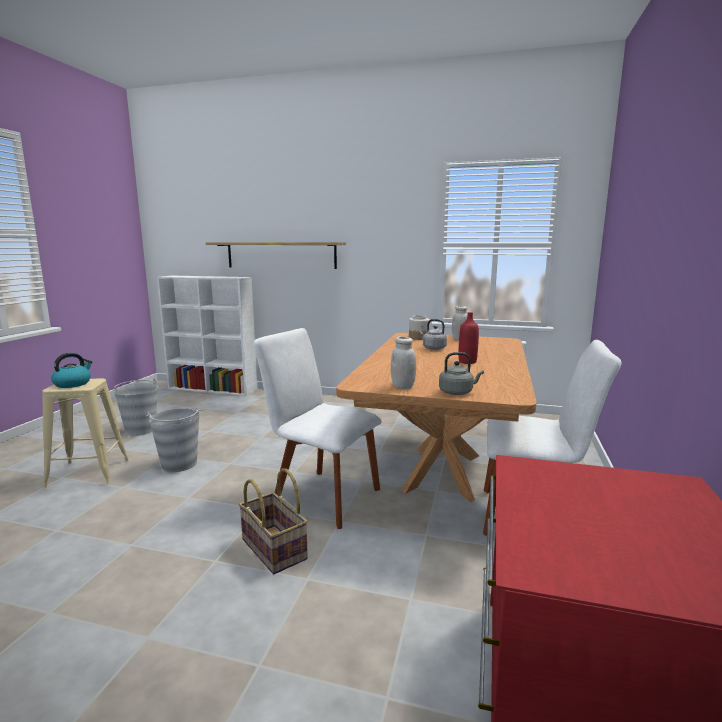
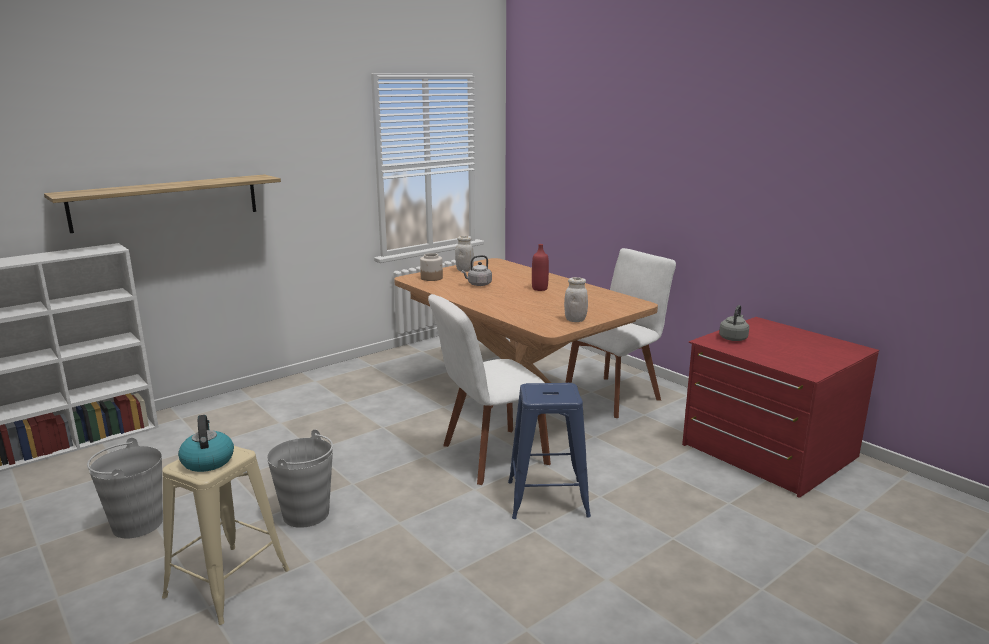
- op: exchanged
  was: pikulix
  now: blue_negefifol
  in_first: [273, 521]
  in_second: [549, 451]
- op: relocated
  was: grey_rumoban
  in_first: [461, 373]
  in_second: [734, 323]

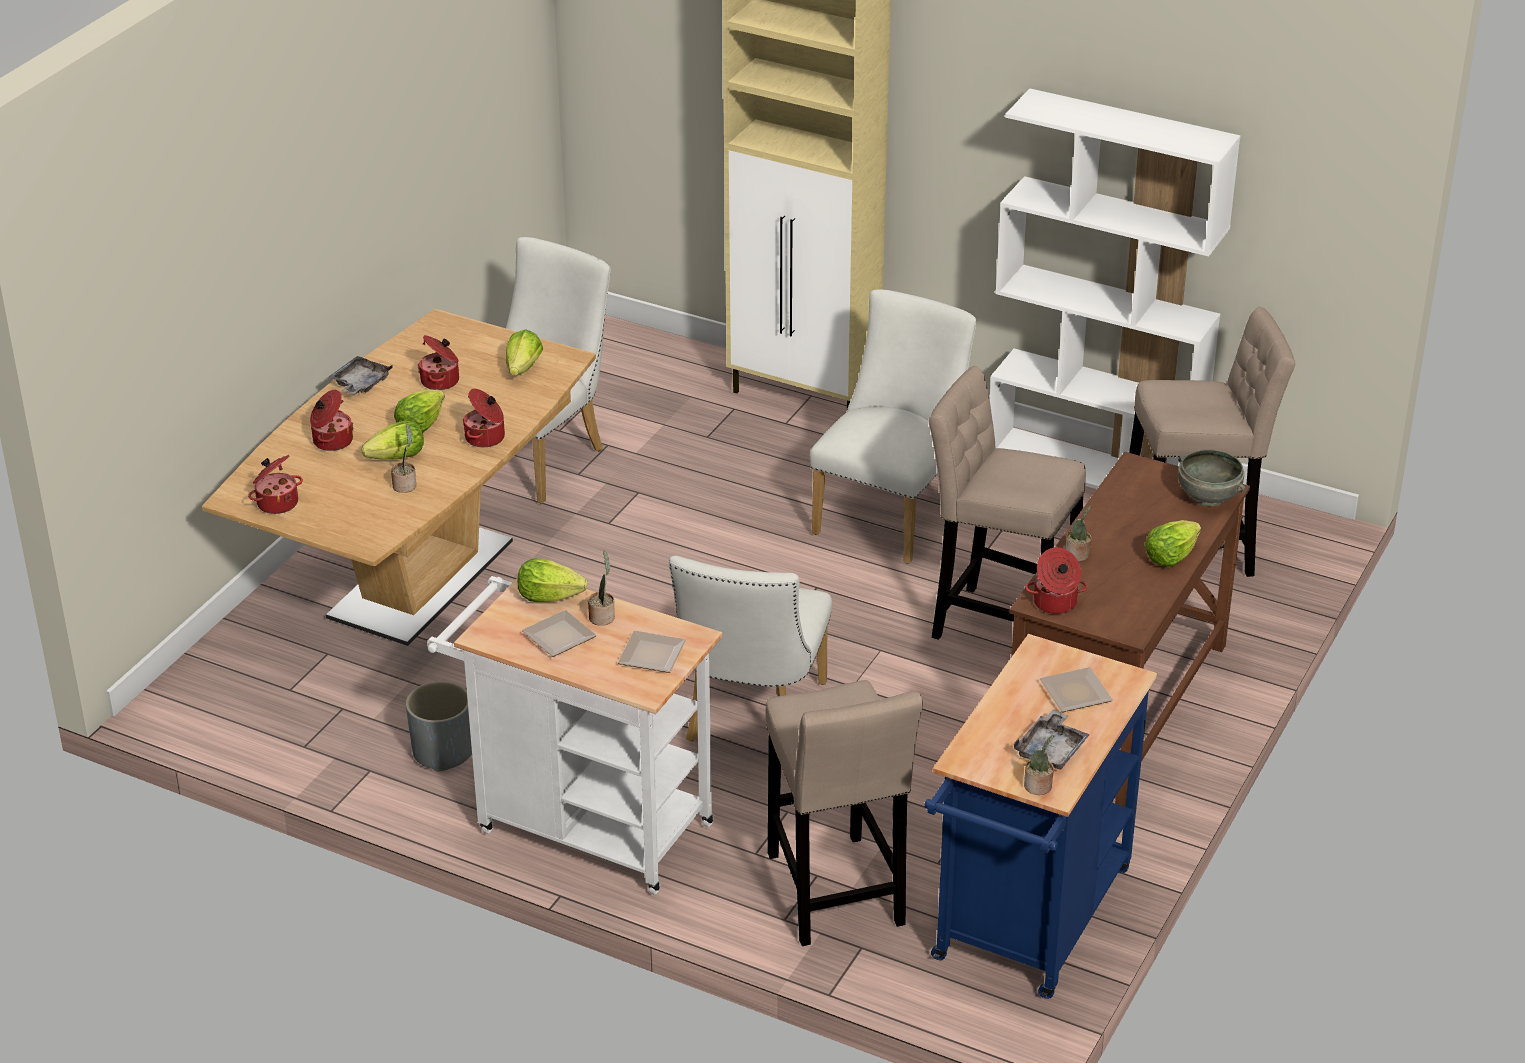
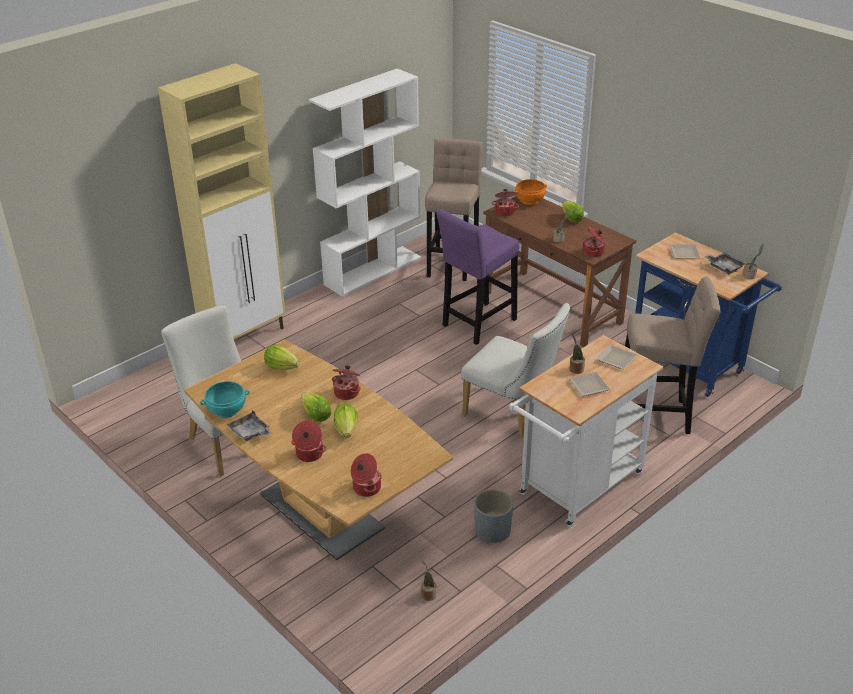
- op: appeared
  now: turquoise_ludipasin
  in_second: [225, 399]
- op: relocated
  was: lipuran
  in_first: [403, 458]
  in_second: [429, 580]
- op: colour
  was: beige_negefifol
  now: purple_negefifol
  in_first: [1007, 503]
  in_second: [478, 277]
- op: relocated
  was: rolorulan
  in_first: [438, 362]
  in_second: [505, 203]
- op: colour
  was: grey_ludipasin
  now: orange_ludipasin
  in_first: [1211, 478]
  in_second: [531, 192]
- op: missing
  was: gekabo
  in_first: [552, 580]
- op: missing
  was: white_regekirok
  in_first: [893, 426]

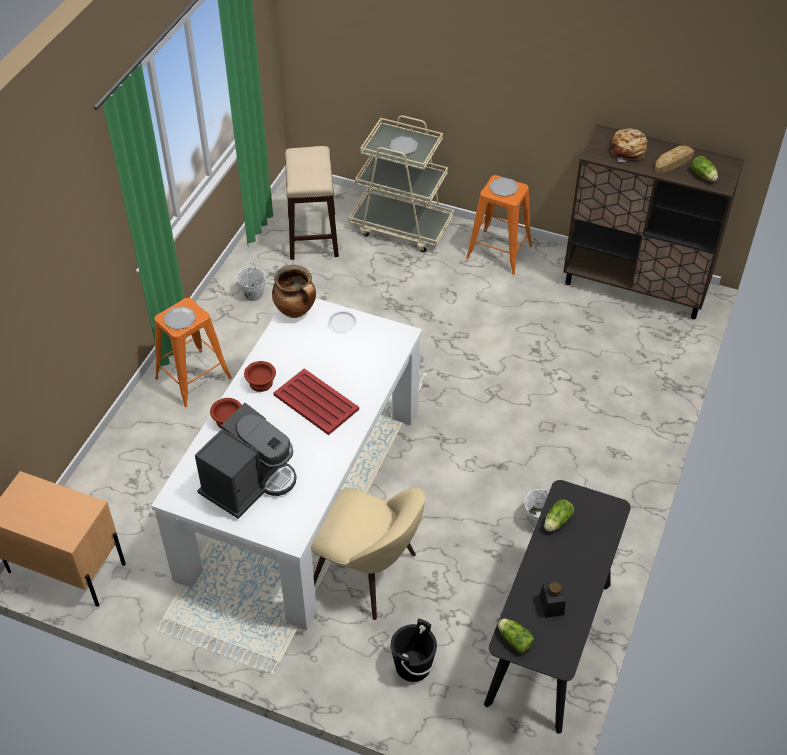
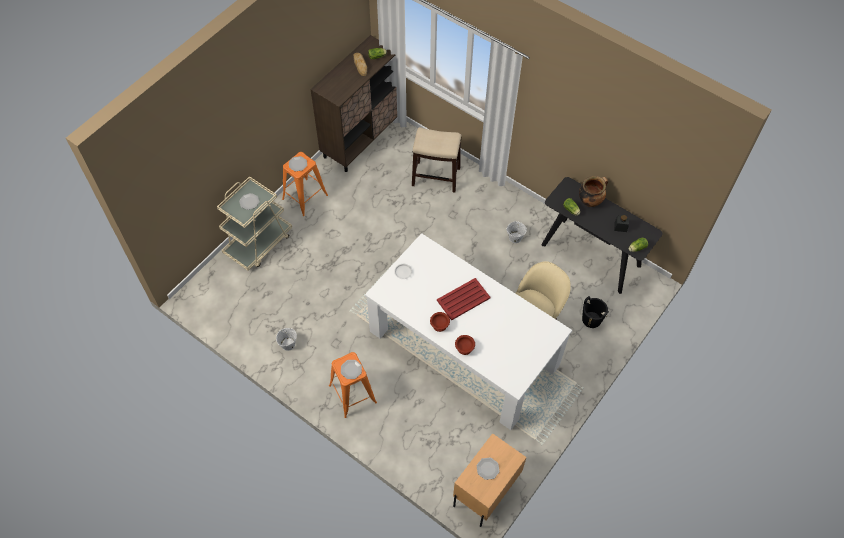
- op: relocated
  was: negefifol
  in_first: [312, 203]
  in_second: [437, 160]
- op: appeared
  now: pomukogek
  in_second: [488, 469]
- op: relocated
  was: rolorulan
  in_first: [294, 291]
  in_second: [593, 191]
- op: missing
  was: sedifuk
  in_first: [245, 461]
- op: missing
  was: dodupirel
  in_first: [629, 145]

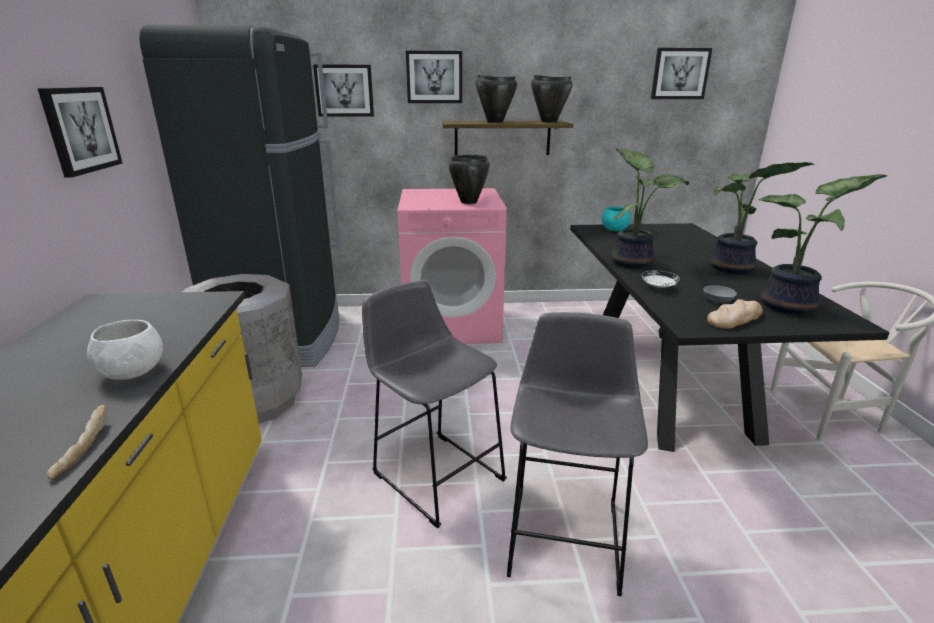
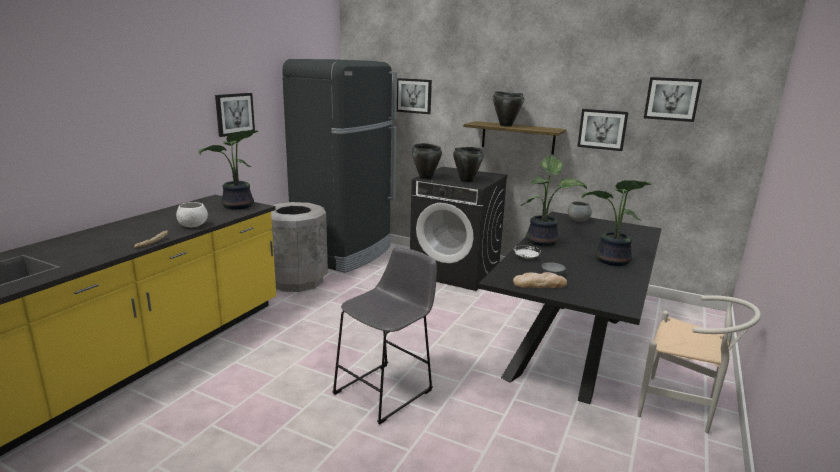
- op: relocated
  was: lipuran
  in_first: [823, 244]
  in_second: [228, 169]
- op: colour
  was: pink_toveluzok
  now: black_toveluzok
  in_first: [452, 266]
  in_second: [459, 229]
- op: relocated
  was: black_rolorulan
  in_first: [552, 98]
  in_second: [427, 161]
- op: colour
  was: turquoise_ludipasin
  now: grey_ludipasin
  in_first: [616, 219]
  in_second: [580, 211]
- op: relocated
  was: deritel
  in_first: [434, 77]
  in_second: [602, 130]
- op: missing
  was: grey_negefifol
  in_first: [434, 404]

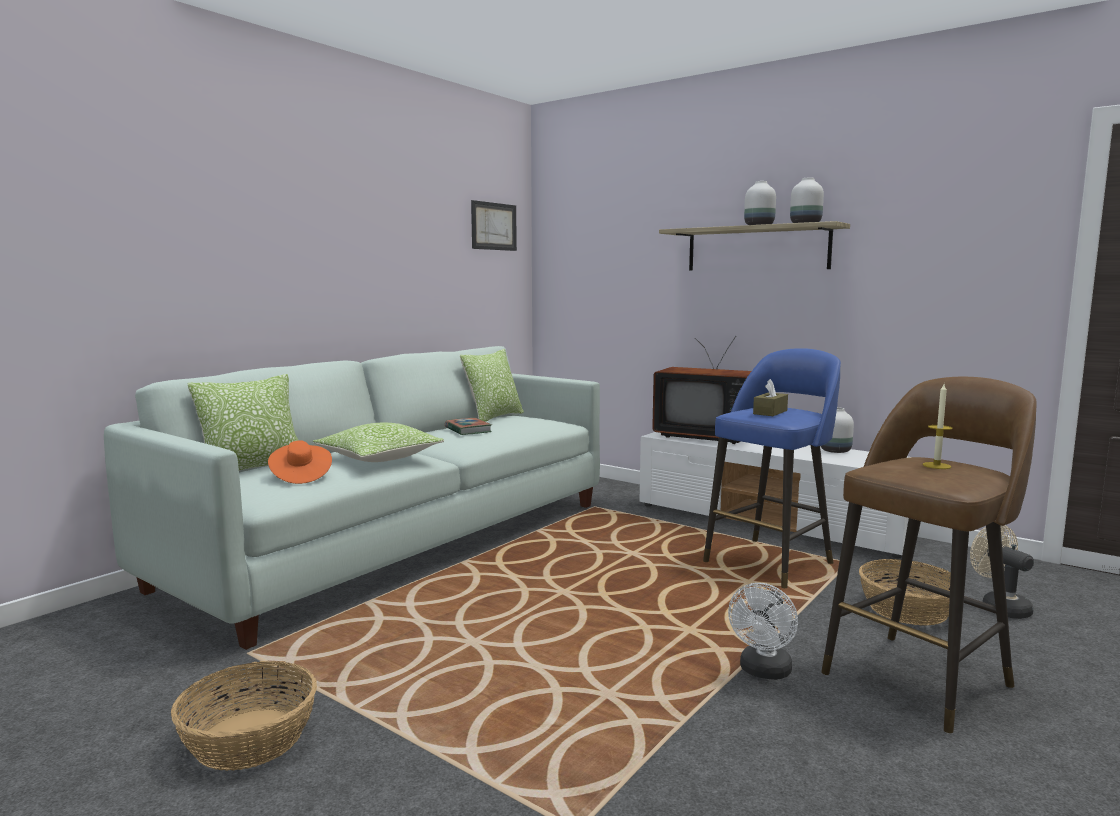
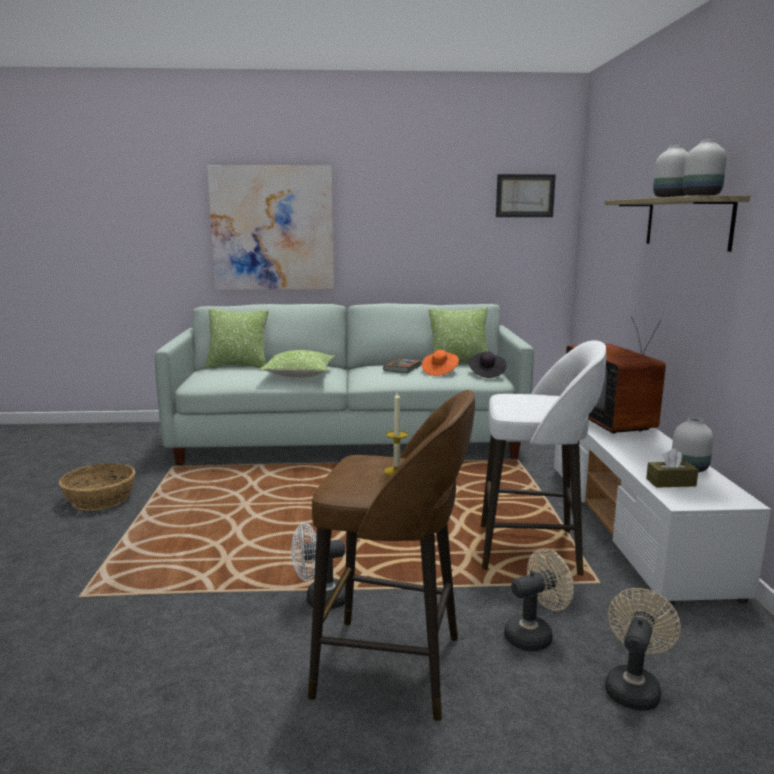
- op: appeared
  now: deritel
  in_second: [270, 227]
- op: relocated
  was: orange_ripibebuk
  in_first: [300, 462]
  in_second: [440, 363]
- op: appeared
  now: black_ripibebuk
  in_second: [488, 364]
- op: colour
  was: blue_negefifol
  now: white_negefifol
  in_first: [772, 468]
  in_second: [543, 458]
- op: exchanged
  was: pikulix
  now: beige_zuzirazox
  in_first: [905, 592]
  in_second: [539, 599]
- op: relocated
  was: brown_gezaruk
  in_first: [770, 397]
  in_second: [672, 468]

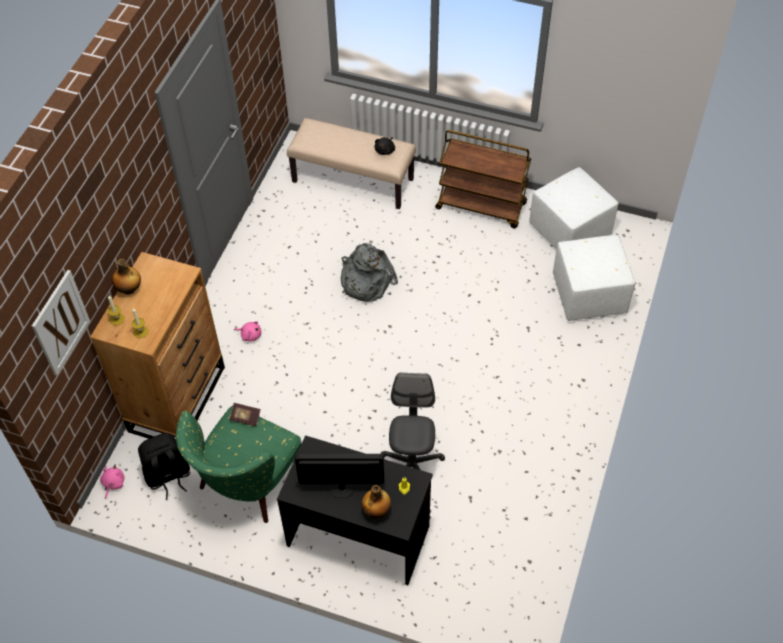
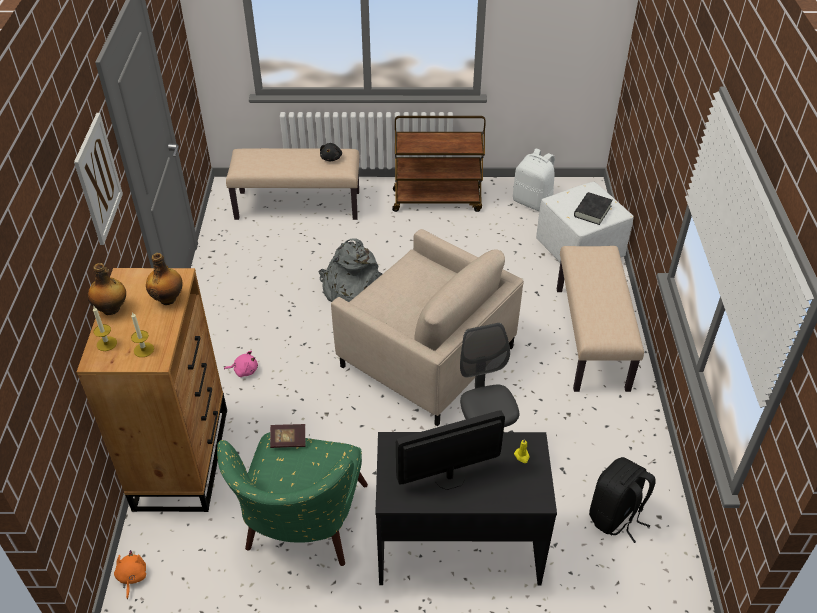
- op: relocated
  was: deritel
  in_first: [61, 323]
  in_second: [98, 179]
- op: colour
  was: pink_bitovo
  now: orange_bitovo
  in_first: [112, 482]
  in_second: [130, 574]
- op: relocated
  was: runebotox
  in_first: [376, 501]
  in_second: [164, 279]
- op: appeared
  now: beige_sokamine
  in_second: [427, 327]
- op: exchanged
  was: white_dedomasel
  now: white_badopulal
  in_first: [574, 208]
  in_second: [534, 180]
- op: appeared
  now: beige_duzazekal
  in_second: [600, 319]
- op: appeared
  now: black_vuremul
  in_second: [593, 208]
- op: relocated
  was: black_badopulal
  in_first: [164, 466]
  in_second: [622, 500]

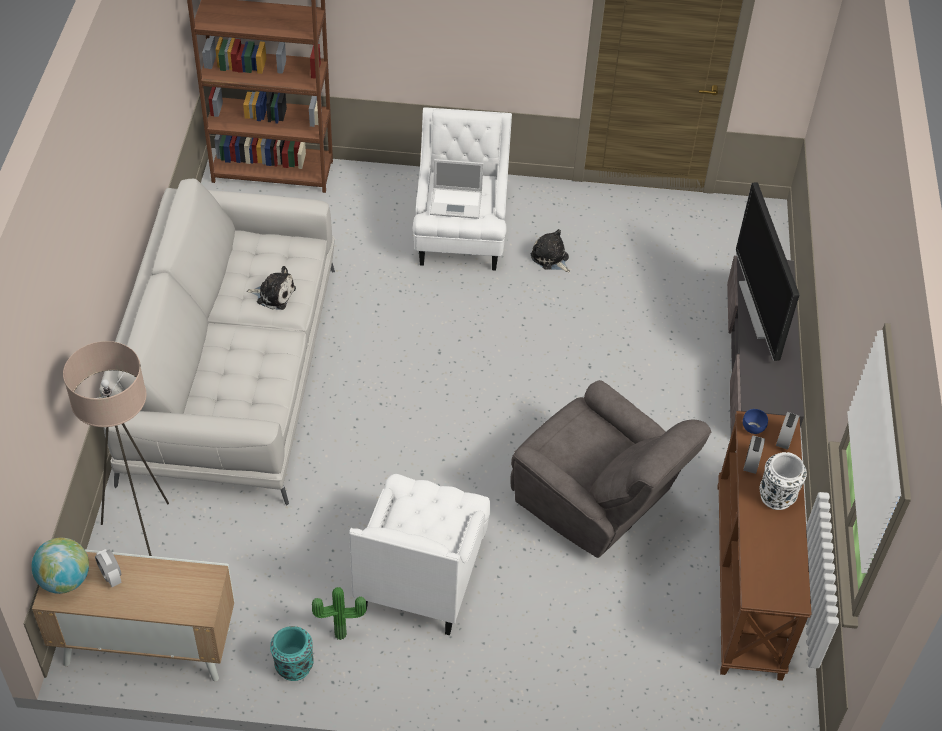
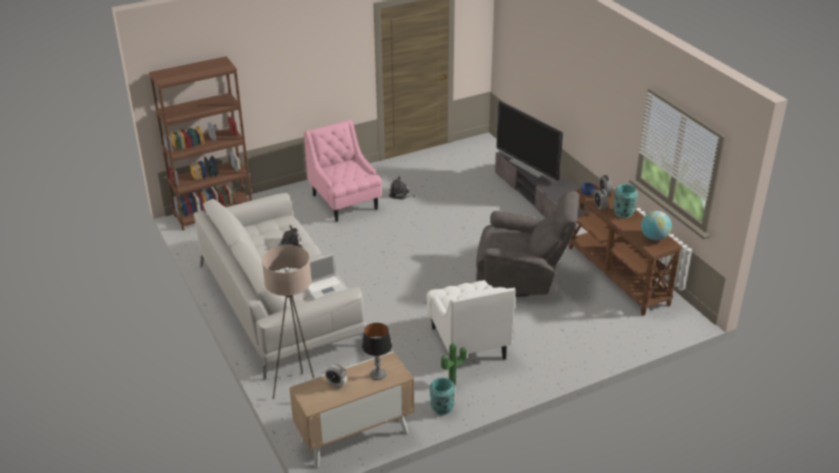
- op: colour
  was: white_sokamine
  now: pink_sokamine
  in_first: [462, 189]
  in_second: [343, 171]
- op: relocated
  was: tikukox
  in_first: [457, 189]
  in_second: [326, 277]
- op: appeared
  now: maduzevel
  in_second: [377, 351]
- op: colour
  was: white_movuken
  now: turquoise_movuken
  in_first: [783, 481]
  in_second: [625, 201]
- op: relocated
  was: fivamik
  in_first: [60, 566]
  in_second: [656, 226]

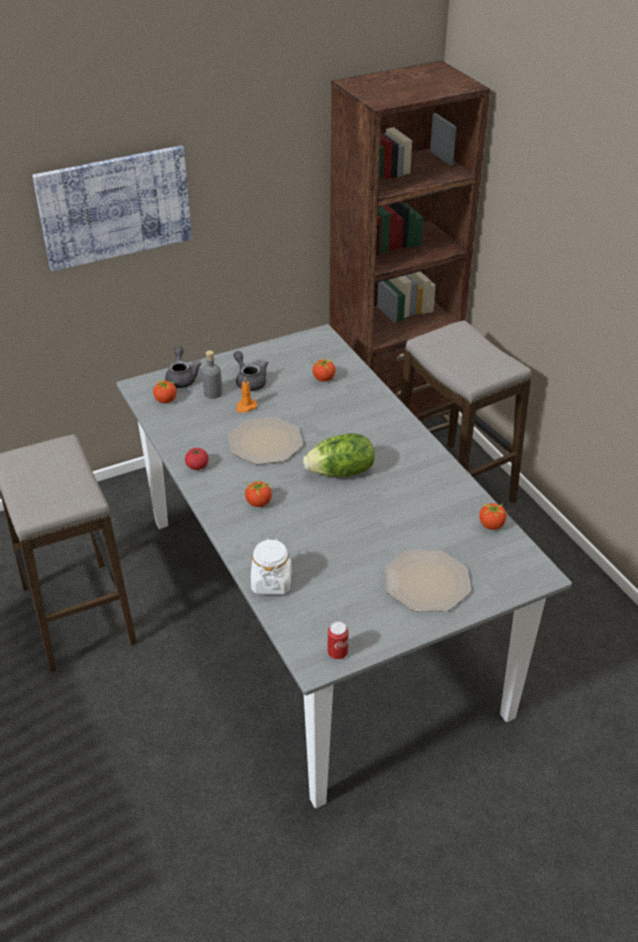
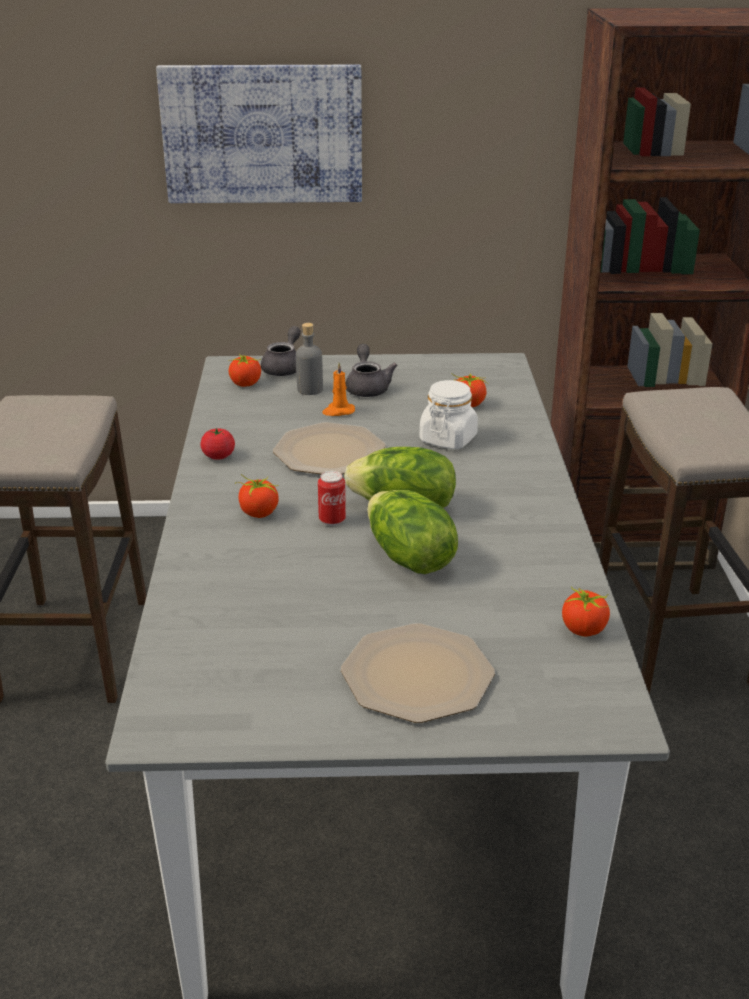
- op: relocated
  was: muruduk
  in_first: [338, 641]
  in_second: [332, 498]
- op: appeared
  now: gekabo
  in_second: [412, 532]
- op: relocated
  was: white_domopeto
  in_first: [271, 566]
  in_second: [449, 414]

